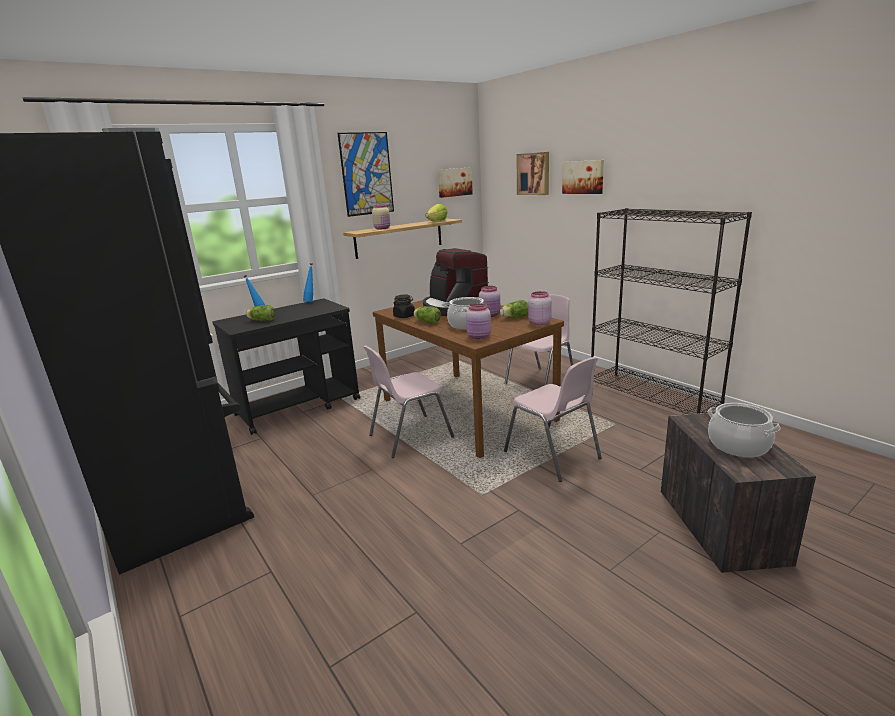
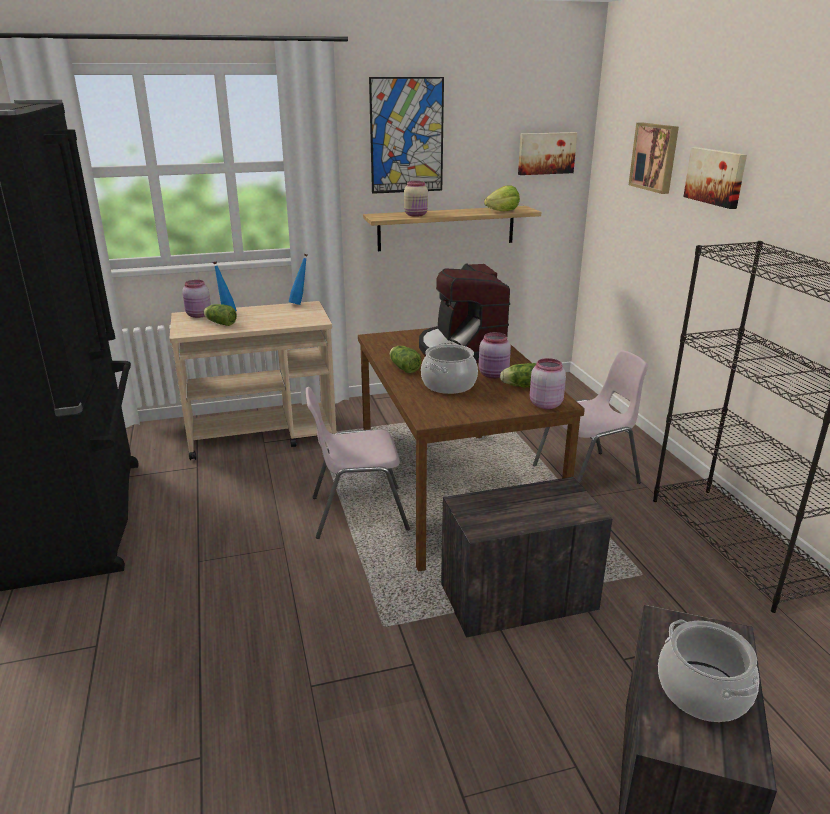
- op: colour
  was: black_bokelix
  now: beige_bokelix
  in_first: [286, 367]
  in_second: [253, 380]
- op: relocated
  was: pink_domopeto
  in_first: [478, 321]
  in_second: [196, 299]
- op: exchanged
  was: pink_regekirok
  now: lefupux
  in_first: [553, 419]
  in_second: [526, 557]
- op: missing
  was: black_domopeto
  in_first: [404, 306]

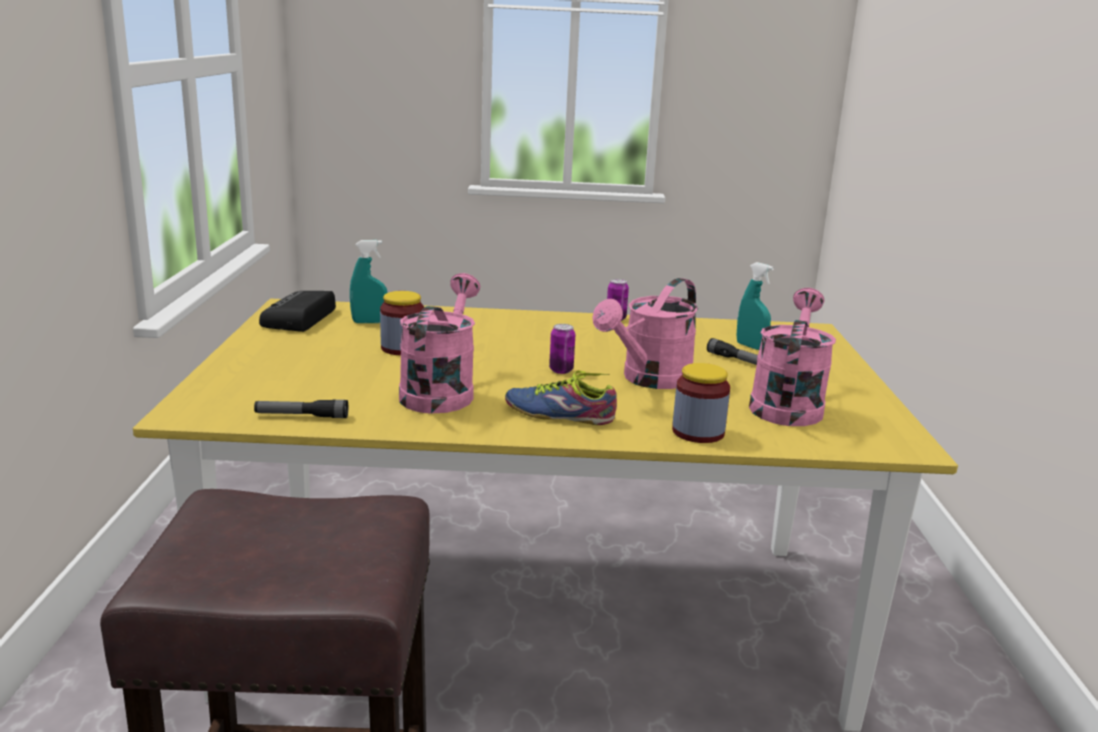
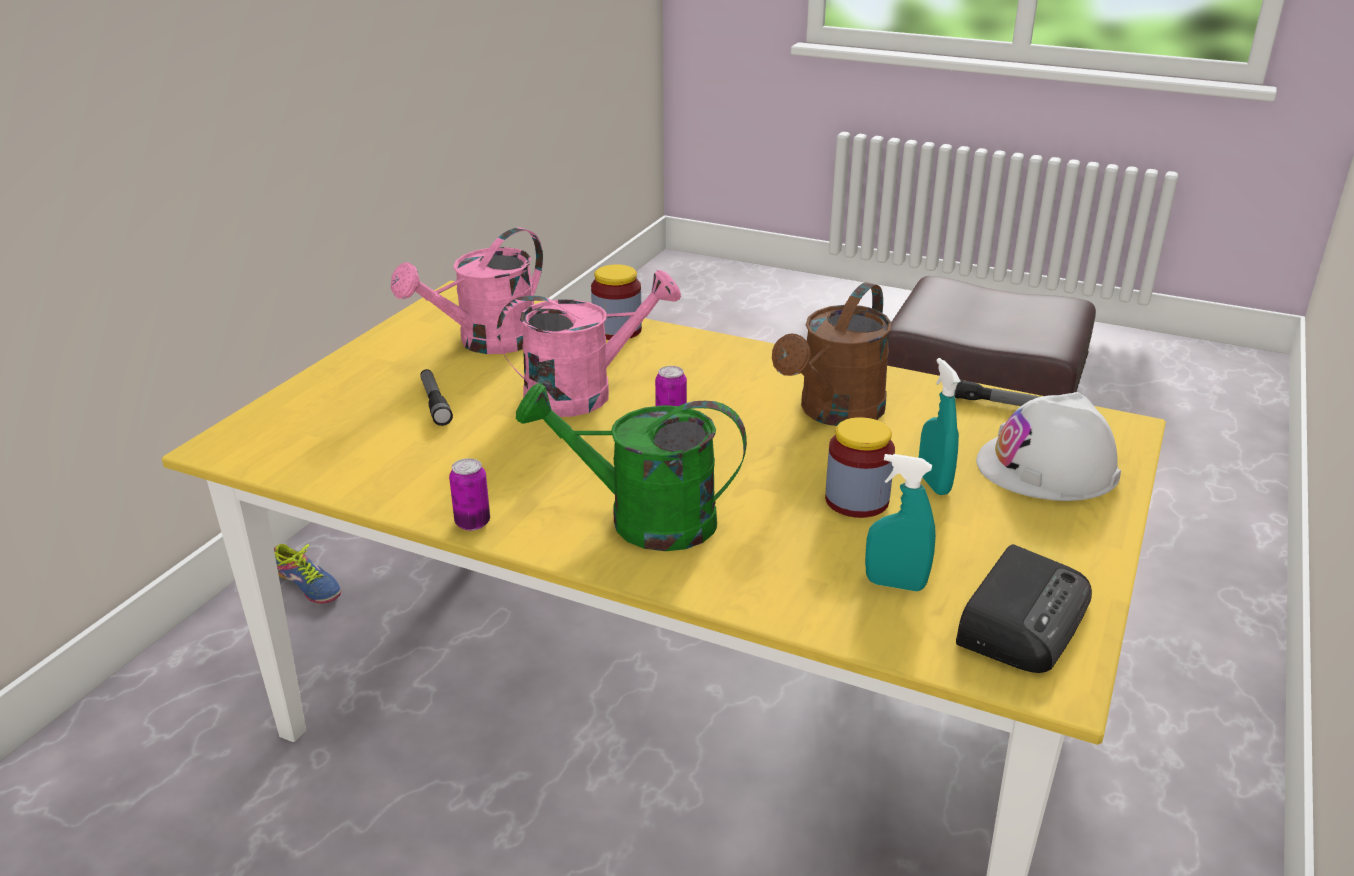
- op: relocated
  was: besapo
  in_first: [561, 397]
  in_second: [307, 574]
- op: appeared
  now: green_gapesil
  in_second: [631, 467]
- op: colour
  was: pink_gapesil
  now: brown_gapesil
  in_first: [439, 343]
  in_second: [832, 354]
- op: relocated
  was: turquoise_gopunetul
  in_first: [755, 306]
  in_second: [939, 426]
- op: appeared
  now: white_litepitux
  in_second: [1048, 446]

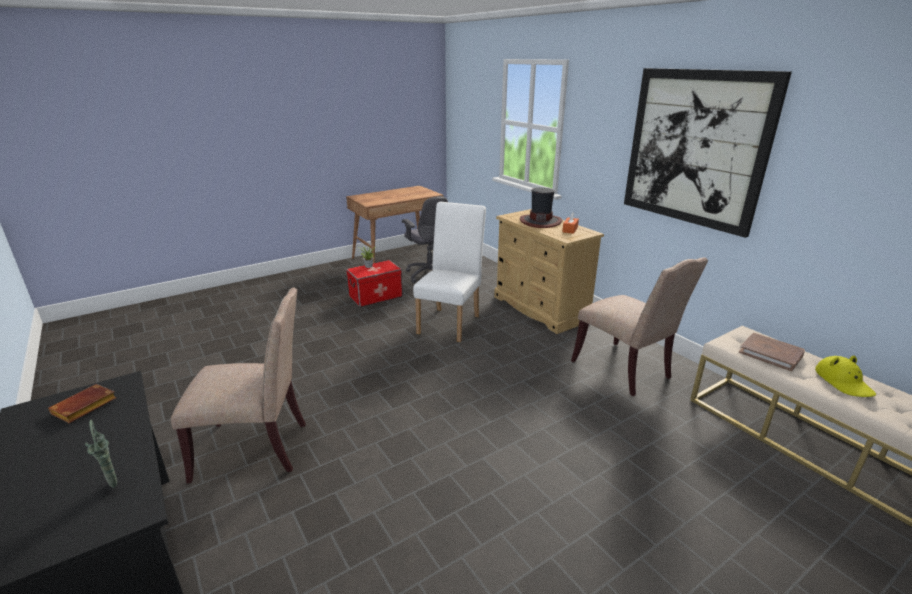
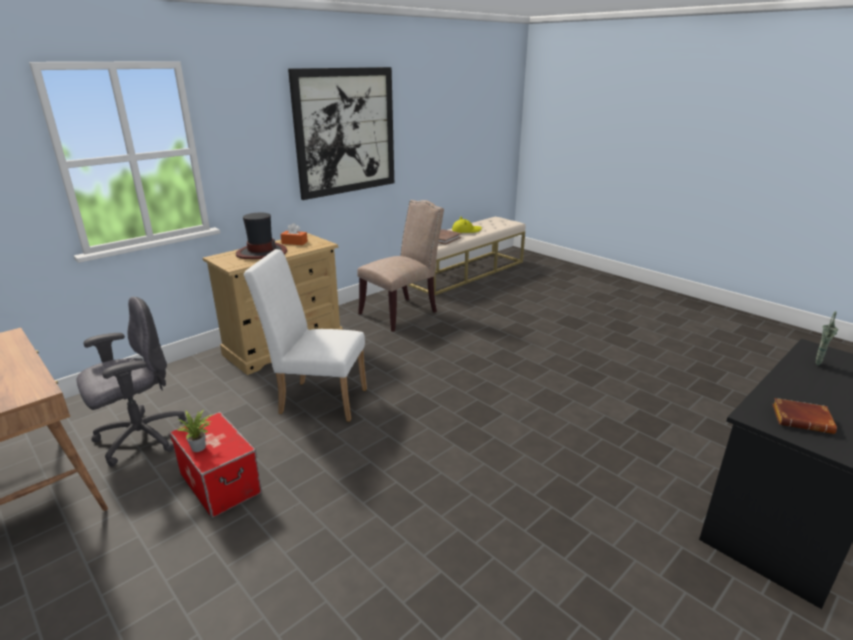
- op: missing
  was: beige_regekirok
  in_first: [238, 385]

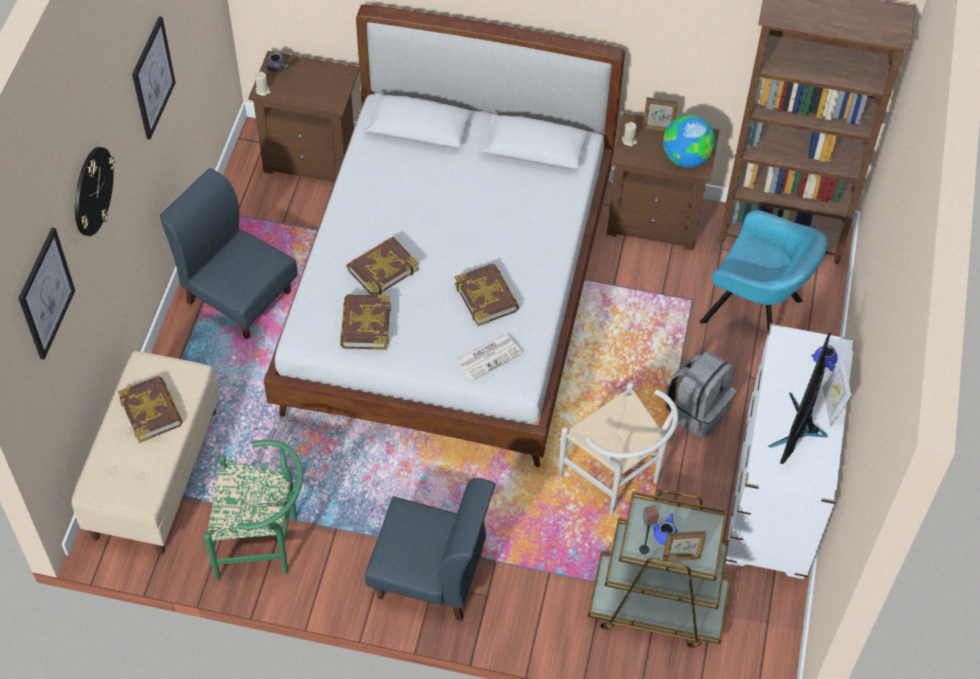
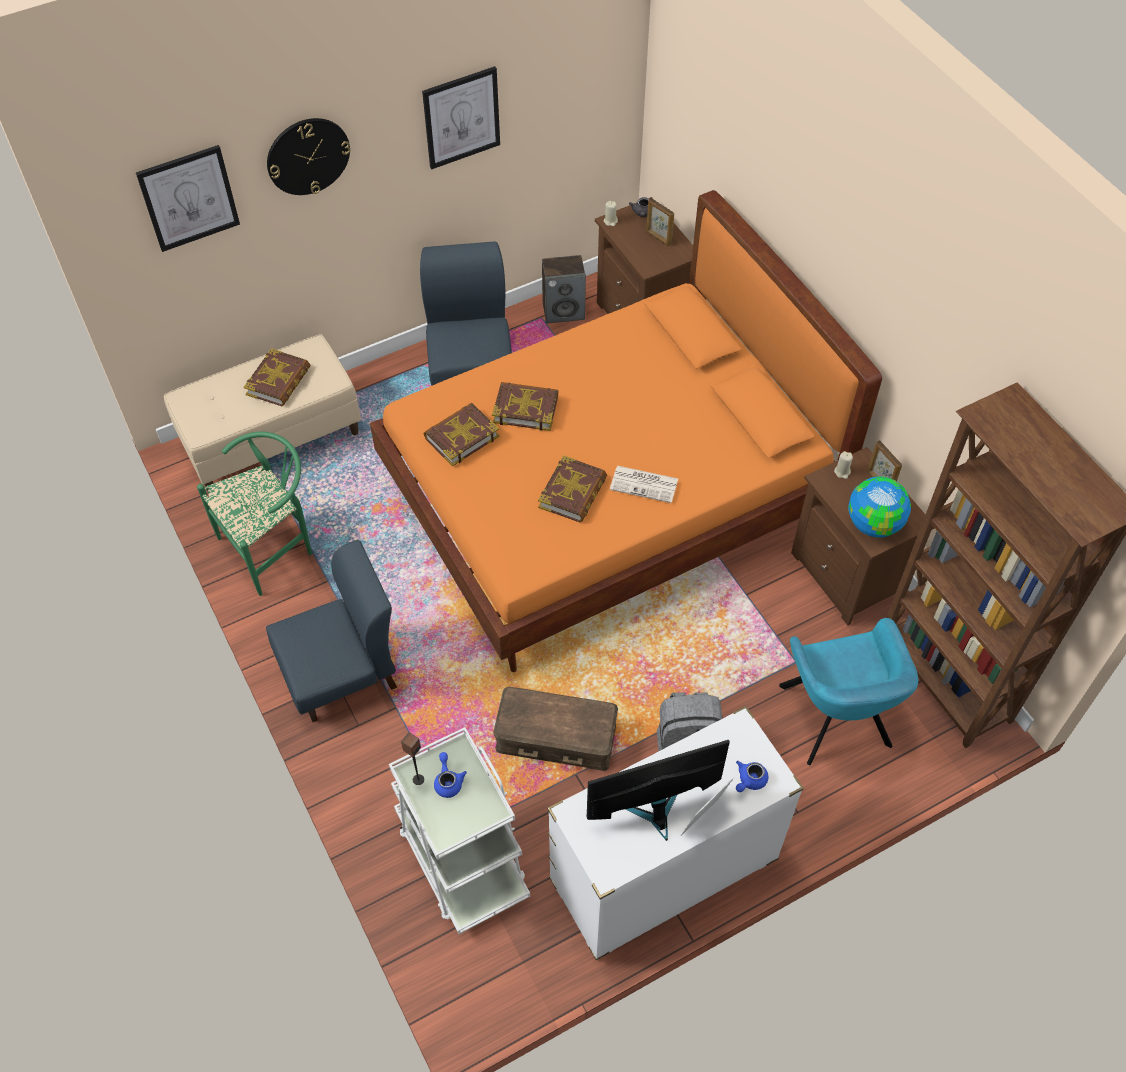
- op: spun
  was: green_regekirok
  in_first: [253, 510]
  in_second: [254, 514]
  clockwise: -90
- op: spun
  was: blue_regekirok
  in_first: [430, 549]
  in_second: [331, 631]
  clockwise: -90
- op: colour
  was: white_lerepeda
  now: orange_lerepeda
  in_first: [444, 235]
  in_second: [626, 431]
- op: colour
  was: brown_bokelix
  now: white_bokelix
  in_first: [659, 569]
  in_second: [459, 830]
- op: exchanged
  was: white_regekirok
  now: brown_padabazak
  in_first: [618, 449]
  in_second: [555, 729]
- op: appeared
  now: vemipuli
  in_second: [564, 289]
- op: relocated
  was: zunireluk
  in_first: [489, 357]
  in_second: [644, 484]
- op: relocated
  was: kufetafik
  in_first: [684, 546]
  in_second: [660, 222]

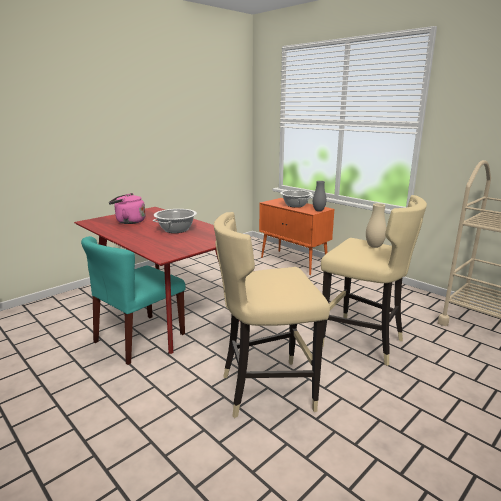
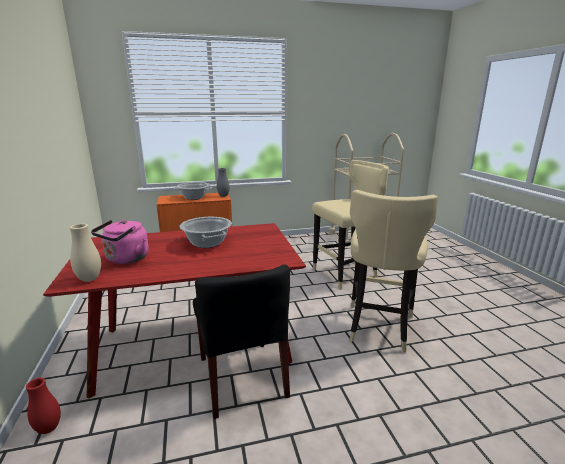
- op: appeared
  now: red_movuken
  in_second: [43, 406]
- op: relocated
  was: beige_movuken
  in_first: [376, 225]
  in_second: [85, 253]
- op: colour
  was: turquoise_regekirok
  now: black_regekirok
  in_first: [133, 300]
  in_second: [241, 341]

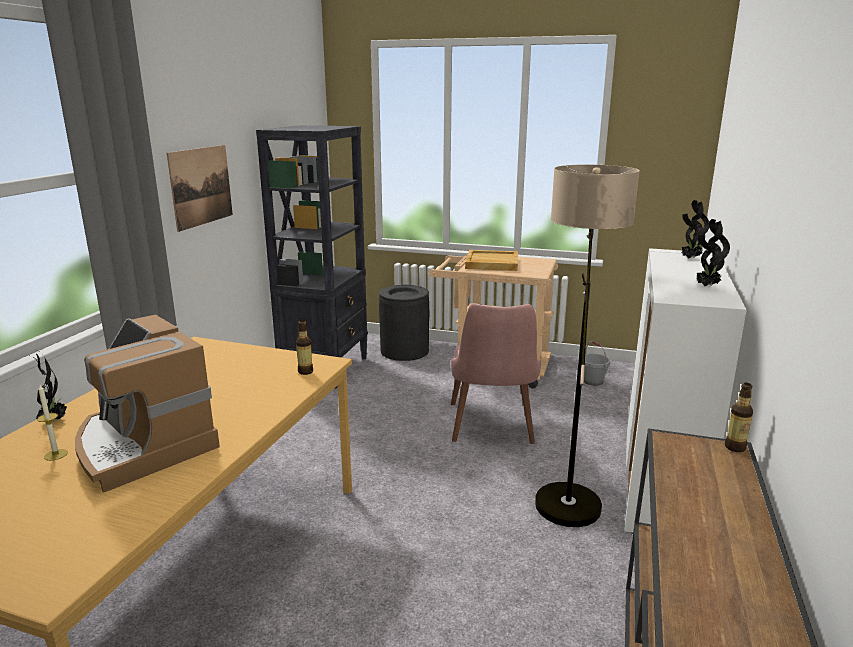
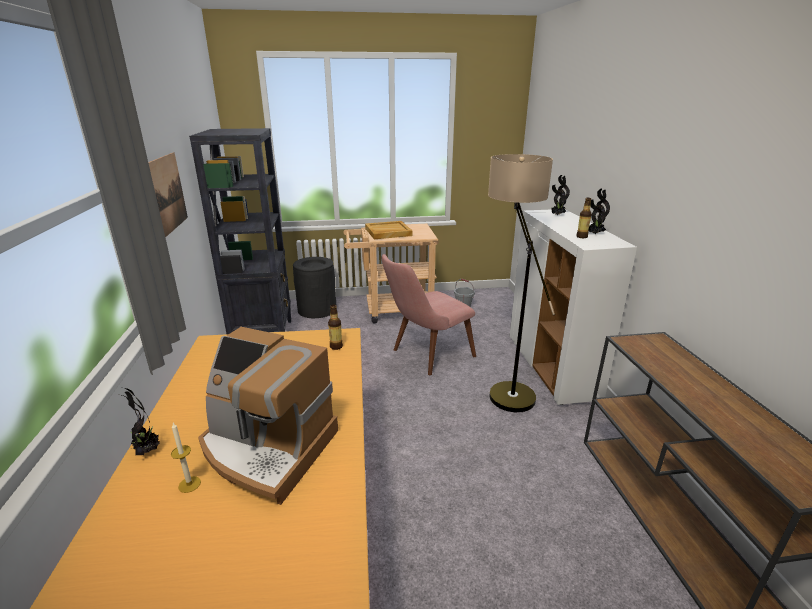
- op: spun
  was: pink_regekirok
  in_first: [496, 373]
  in_second: [429, 314]
  clockwise: 75
- op: relocated
  was: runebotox
  in_first: [739, 417]
  in_second: [584, 218]

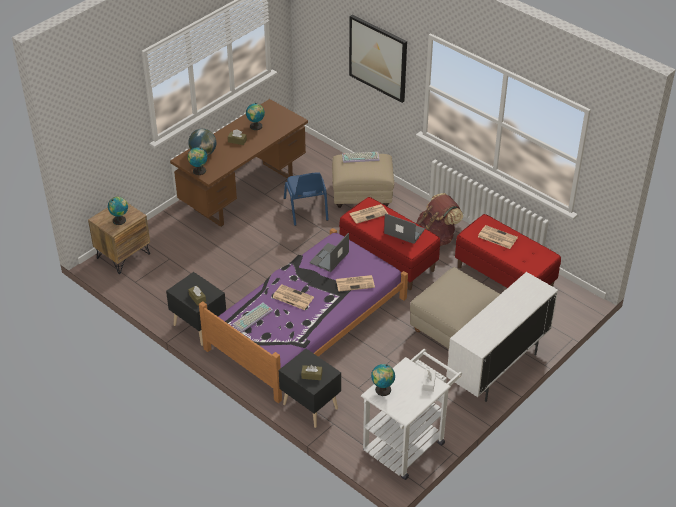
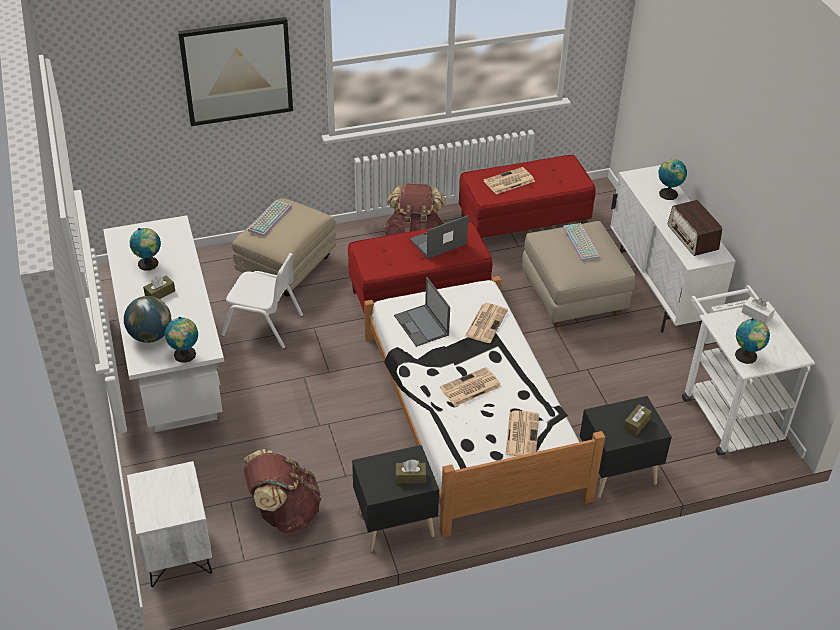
- op: colour
  was: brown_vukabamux
  now: white_vukabamux
  in_first: [239, 163]
  in_second: [163, 324]
- op: colour
  was: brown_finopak
  now: white_finopak
  in_first: [119, 238]
  in_second: [169, 524]
- op: colour
  was: blue_regekirok
  now: white_regekirok
  in_first: [306, 199]
  in_second: [262, 301]
- op: appeared
  now: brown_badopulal
  in_second: [282, 491]
- op: colour
  was: purple_lerepeda
  now: white_lerepeda
  in_first: [303, 315]
  in_second: [484, 406]
- op: relocated
  was: zunireluk
  in_first: [368, 214]
  in_second: [522, 433]
- op: relocated
  was: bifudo
  in_first: [252, 317]
  in_second: [581, 242]
- op: relocated
  was: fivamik
  in_first: [118, 211]
  in_second: [673, 179]
- op: appeared
  now: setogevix
  in_second: [695, 228]

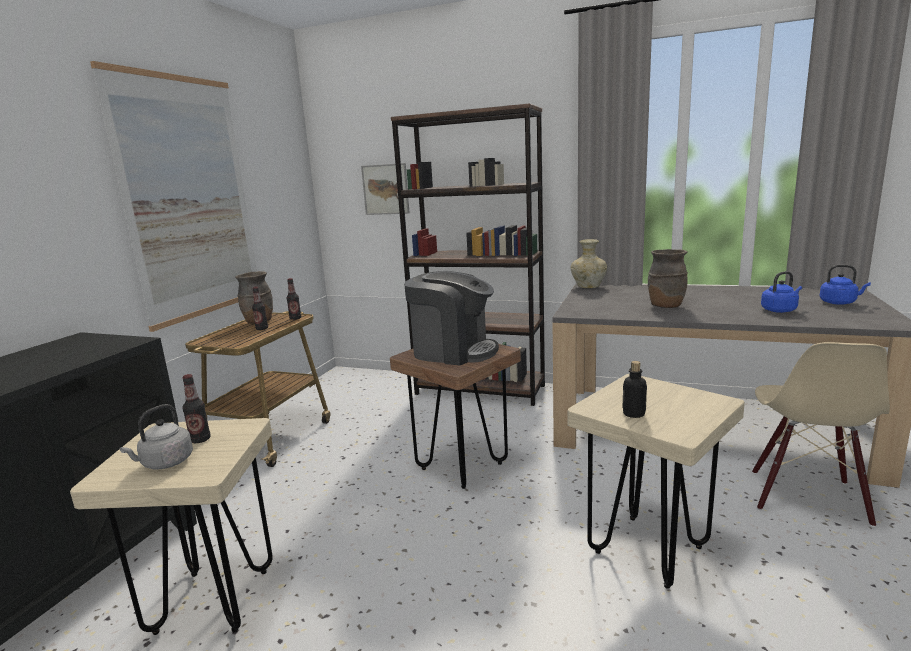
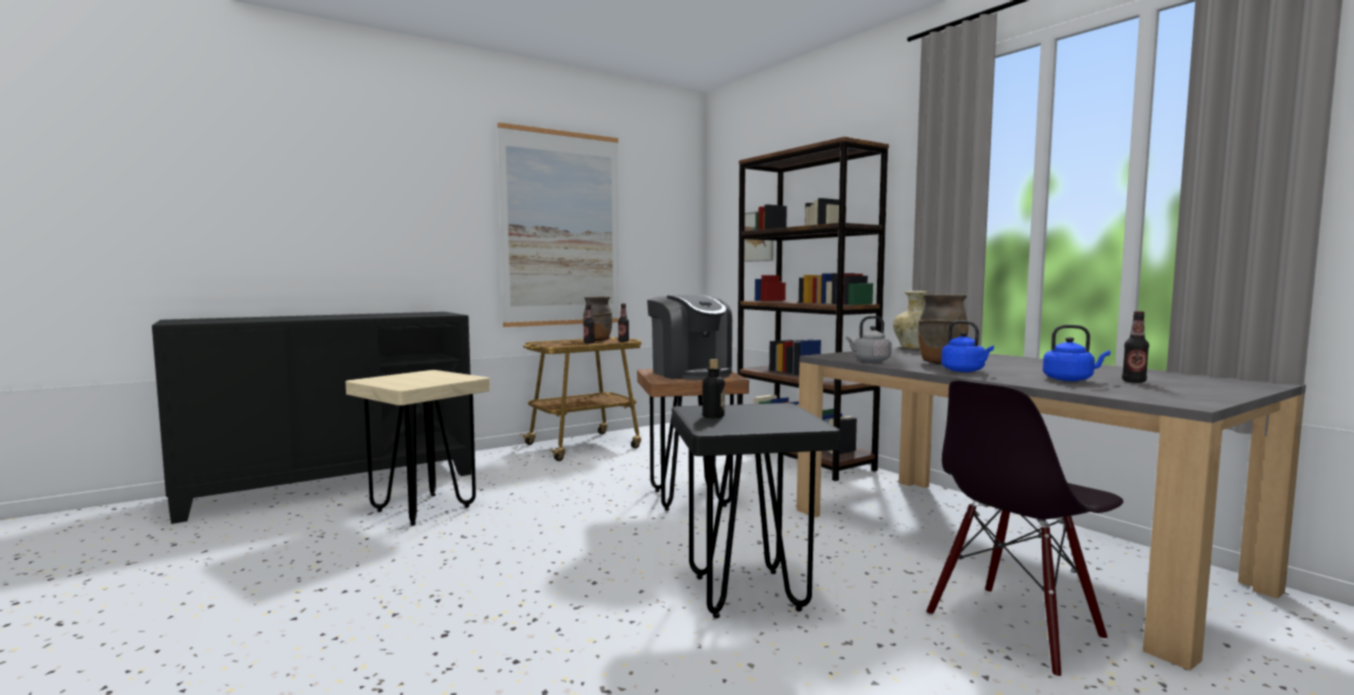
- op: colour
  was: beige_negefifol
  now: black_negefifol
  in_first: [656, 481]
  in_second: [756, 510]
- op: relocated
  was: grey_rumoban
  in_first: [156, 436]
  in_second: [869, 339]
- op: colour
  was: beige_regekirok
  now: black_regekirok
  in_first: [821, 434]
  in_second: [1024, 529]
- op: relocated
  was: blue_rumoban
  in_first: [845, 285]
  in_second: [967, 346]
- op: relocated
  was: runebotox
  in_first: [197, 408]
  in_second: [1135, 347]

